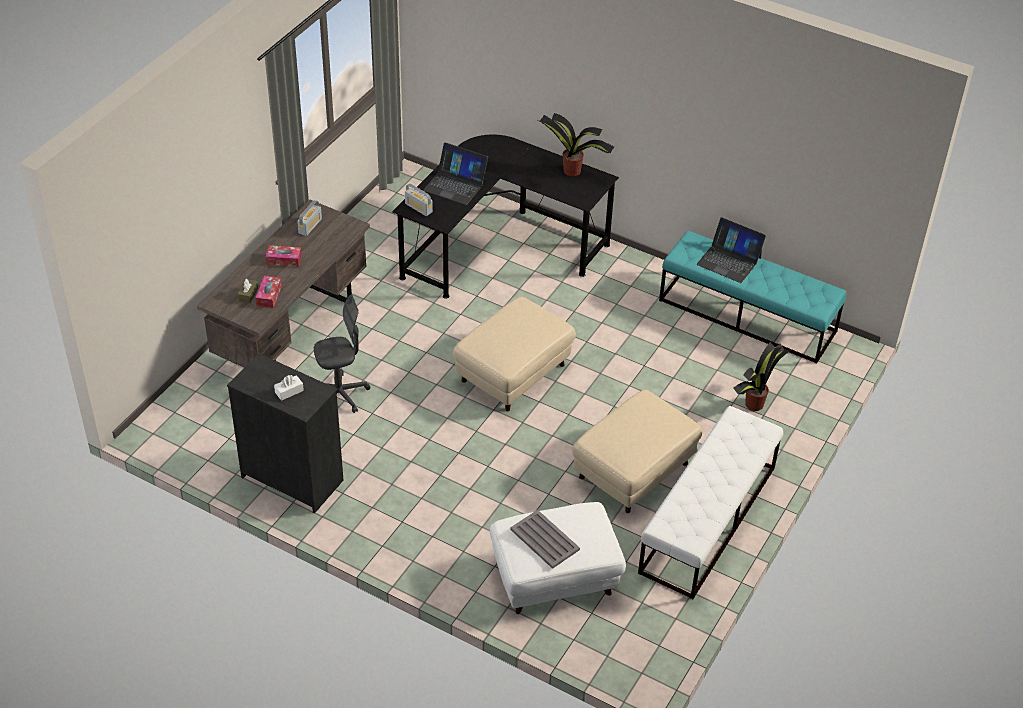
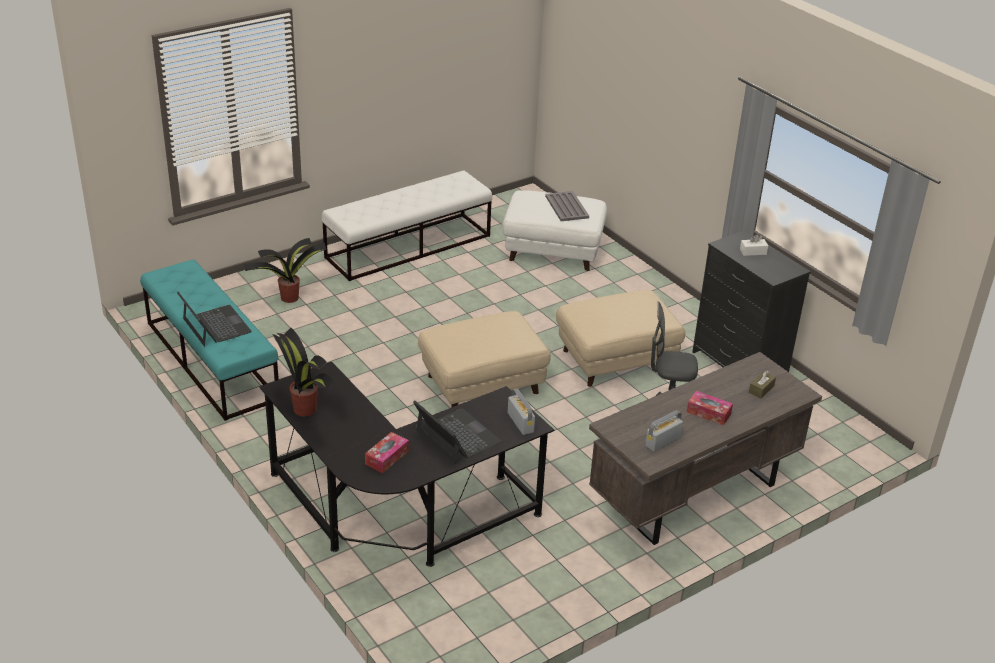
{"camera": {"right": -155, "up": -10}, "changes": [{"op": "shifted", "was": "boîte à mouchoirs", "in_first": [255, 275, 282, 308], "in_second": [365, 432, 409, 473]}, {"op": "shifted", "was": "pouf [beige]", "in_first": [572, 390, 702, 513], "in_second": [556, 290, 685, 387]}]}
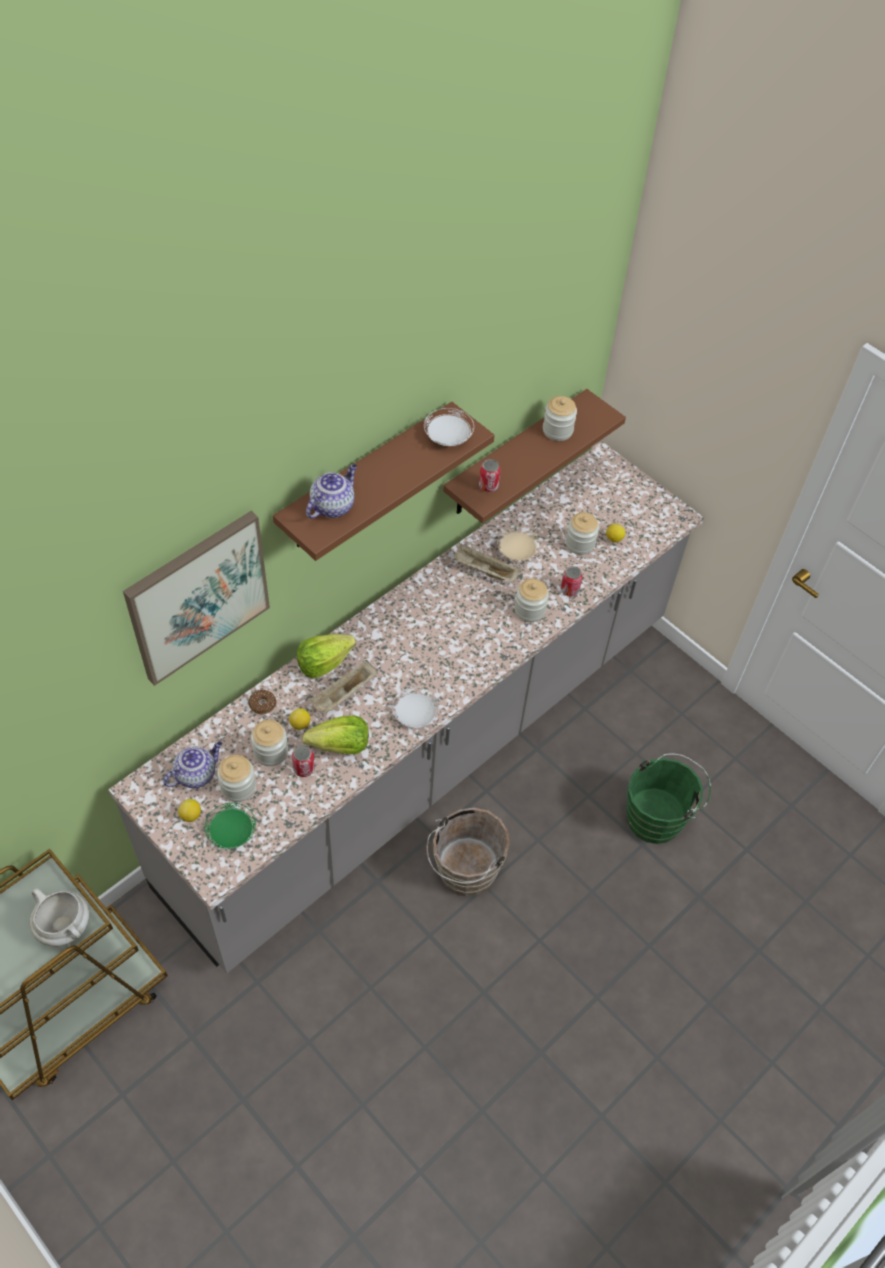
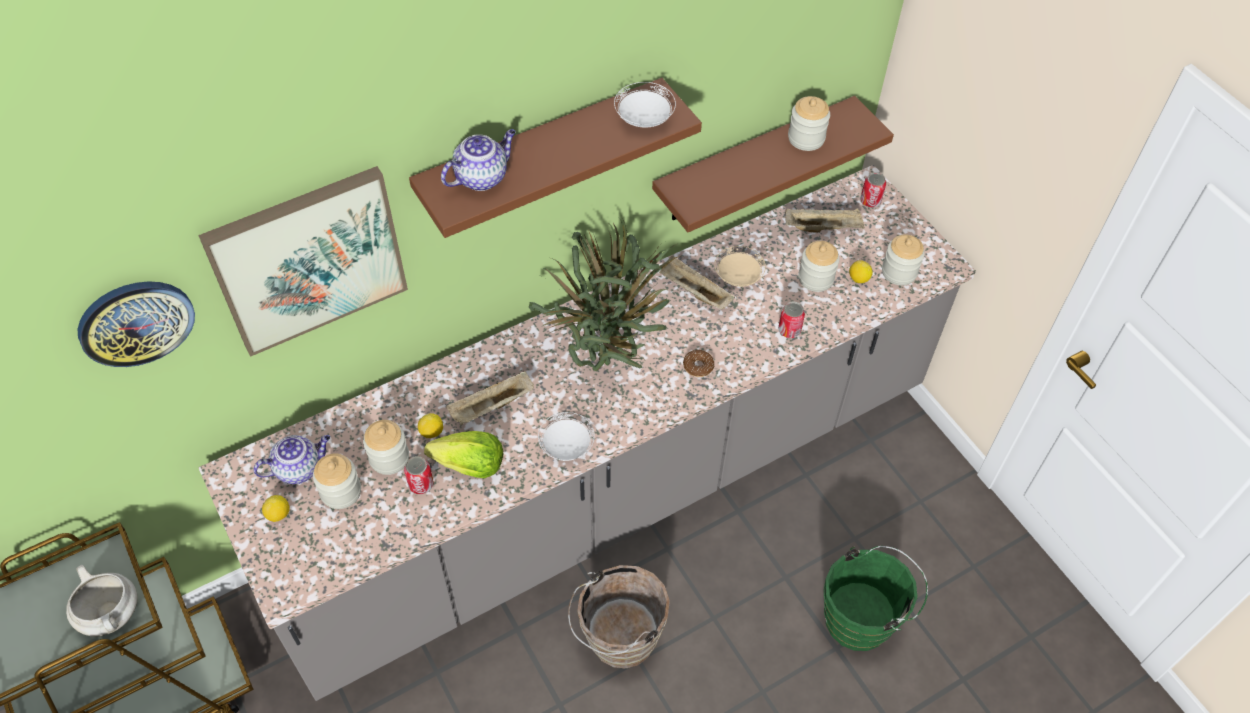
{"camera": {"right": 15, "up": 0}, "changes": [{"op": "gone", "was": "assiette [vert]", "in_first": [205, 803, 256, 849]}, {"op": "gone", "was": "laitue", "in_first": [297, 634, 356, 679]}, {"op": "new", "now": "horloge murale", "in_second": [78, 281, 195, 367]}, {"op": "new", "now": "plante en pot", "in_second": [529, 218, 681, 371]}, {"op": "new", "now": "plateau [beige]", "in_second": [785, 208, 865, 233]}, {"op": "shifted", "was": "beignet", "in_first": [248, 690, 276, 714], "in_second": [683, 350, 714, 377]}, {"op": "shifted", "was": "boîte métallique", "in_first": [479, 459, 501, 492], "in_second": [860, 172, 886, 208]}, {"op": "shifted", "was": "bocal", "in_first": [514, 578, 549, 622], "in_second": [882, 234, 925, 285]}]}
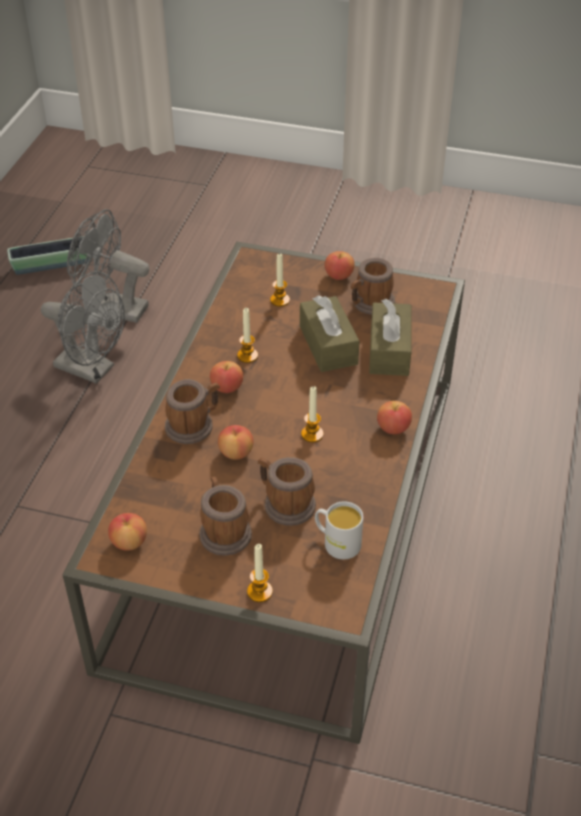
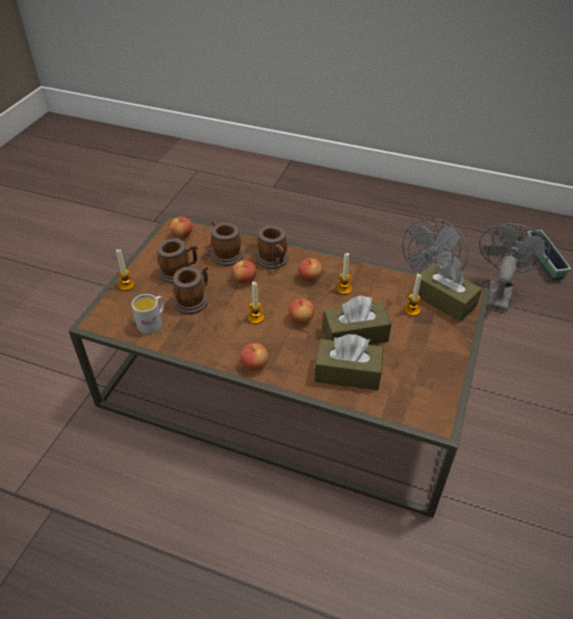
{"camera": {"right": 95, "up": 0}, "changes": [{"op": "new", "now": "boîte à mouchoirs [marron]", "in_second": [418, 262, 482, 322]}, {"op": "shifted", "was": "pomme", "in_first": [325, 251, 355, 280], "in_second": [288, 299, 315, 324]}, {"op": "shifted", "was": "mug", "in_first": [351, 258, 395, 315], "in_second": [211, 221, 243, 266]}]}
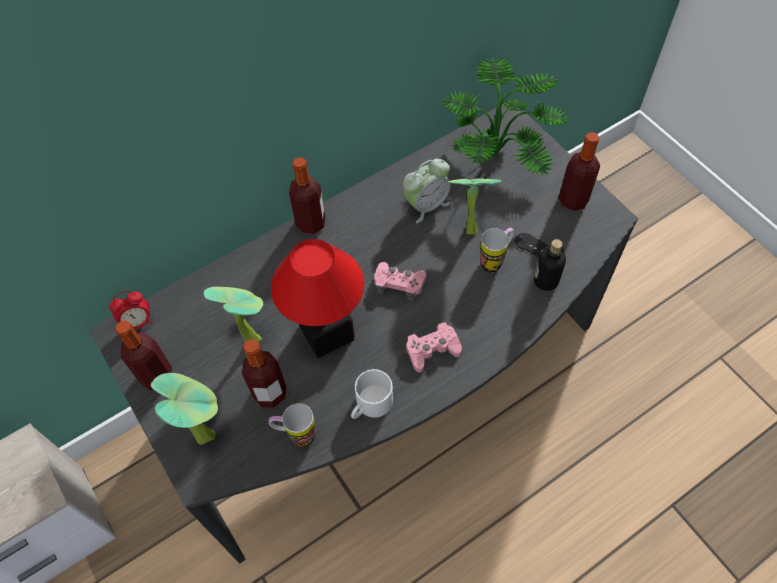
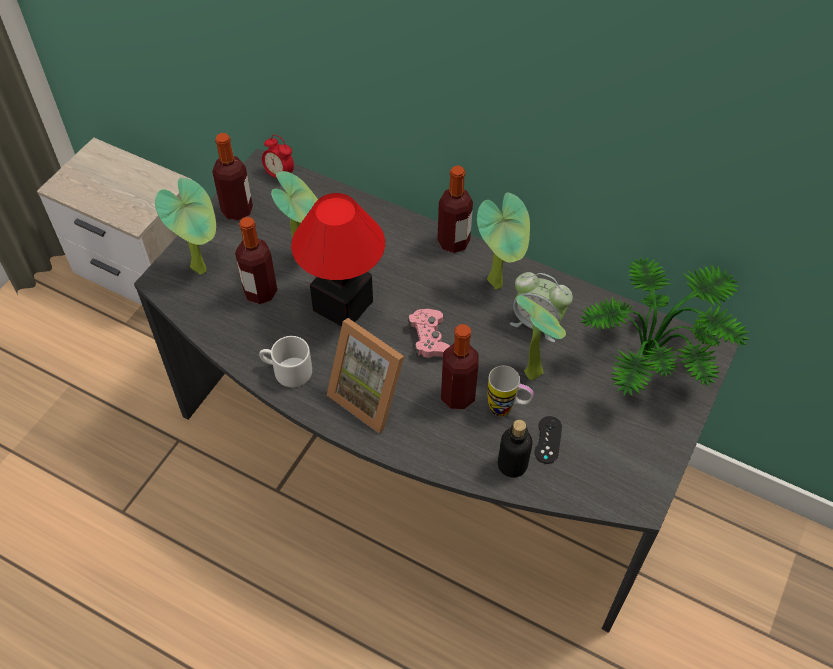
{"camera": {"right": 60, "up": -5}, "changes": [{"op": "gone", "was": "mug", "in_first": [269, 403, 316, 447]}, {"op": "new", "now": "plante en pot", "in_second": [477, 193, 530, 289]}, {"op": "shifted", "was": "bouteille", "in_first": [558, 132, 600, 211], "in_second": [441, 324, 479, 409]}, {"op": "swapped", "was": "manette [rose]", "now": "cadre photo", "in_first": [407, 322, 462, 373], "in_second": [327, 318, 404, 433]}]}
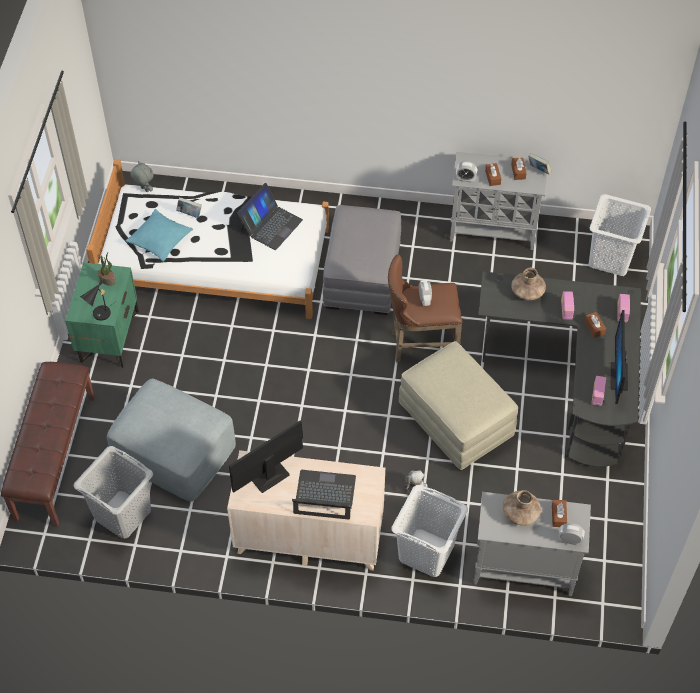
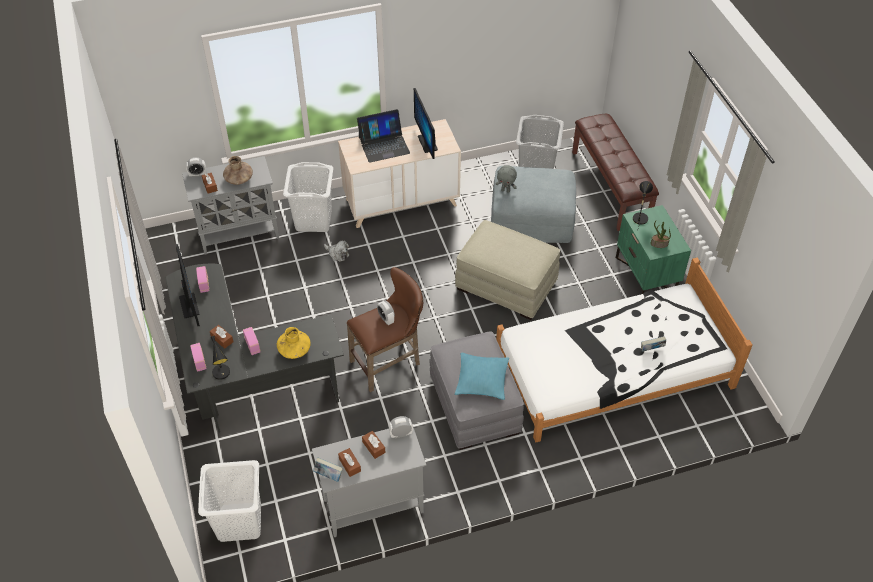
{"camera": {"right": 155, "up": -5}, "changes": [{"op": "gone", "was": "ordinateur portable", "in_first": [237, 183, 303, 250]}, {"op": "new", "now": "lampe de table [noir]", "in_second": [211, 336, 230, 380]}, {"op": "shifted", "was": "coussin [turquoise]", "in_first": [126, 209, 193, 262], "in_second": [455, 353, 509, 400]}, {"op": "shifted", "was": "peluche [gris]", "in_first": [130, 161, 154, 192], "in_second": [496, 165, 517, 193]}, {"op": "shifted", "was": "pouf [beige]", "in_first": [399, 341, 518, 471], "in_second": [455, 220, 560, 320]}, {"op": "repainted", "was": "vase [marron]", "now": "vase [jaune]", "in_first": [511, 268, 546, 300], "in_second": [277, 327, 311, 359]}, {"op": "rotated", "was": "écran d'ordinateur", "in_first": [229, 421, 303, 493], "in_second": [414, 88, 438, 159], "clockwise": 135}]}
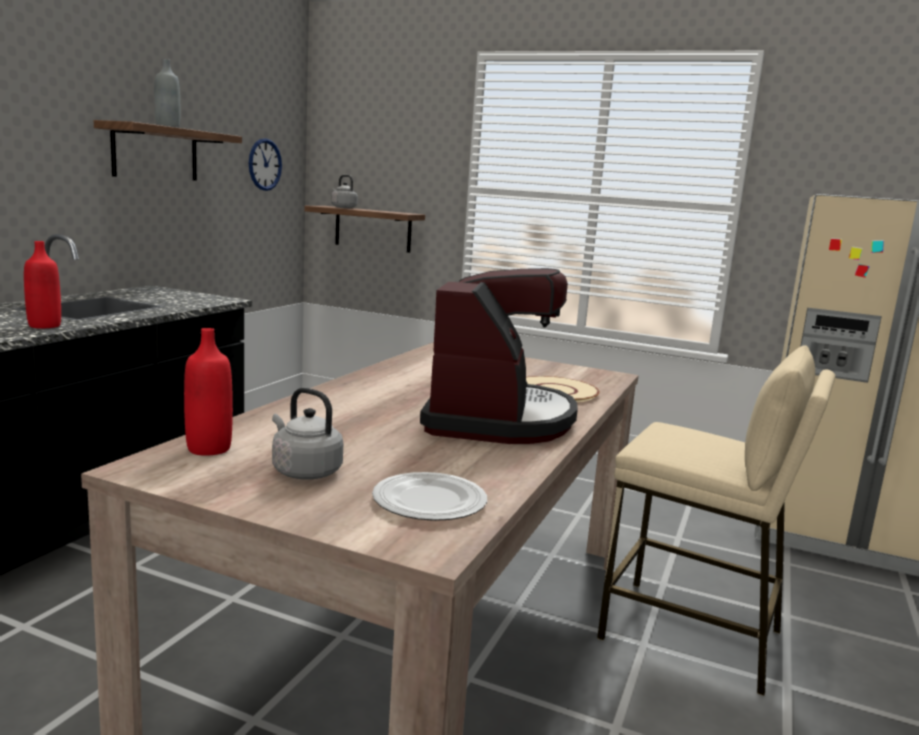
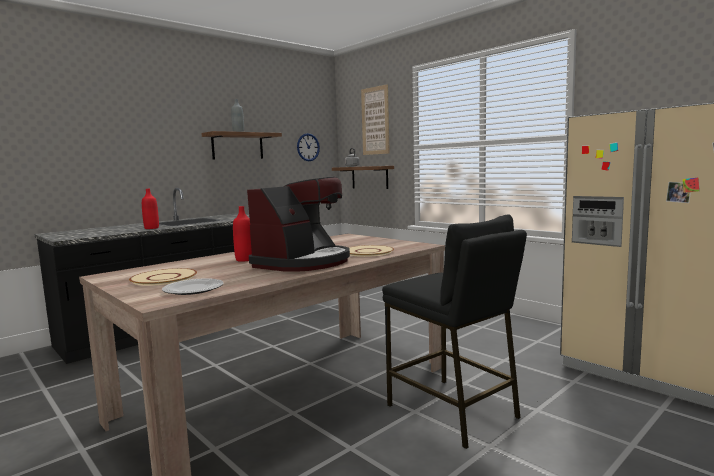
{"camera": {"right": 25, "up": -5}, "changes": [{"op": "new", "now": "tableau", "in_second": [361, 84, 390, 155]}, {"op": "shifted", "was": "bouteille [rouge]", "in_first": [184, 328, 233, 456], "in_second": [233, 206, 252, 261]}, {"op": "swapped", "was": "bouilloire [gris]", "now": "assiette [beige]", "in_first": [272, 388, 343, 479], "in_second": [129, 268, 197, 286]}, {"op": "repainted", "was": "tabouret [beige]", "now": "tabouret [noir]", "in_first": [597, 345, 835, 696], "in_second": [382, 214, 527, 449]}]}
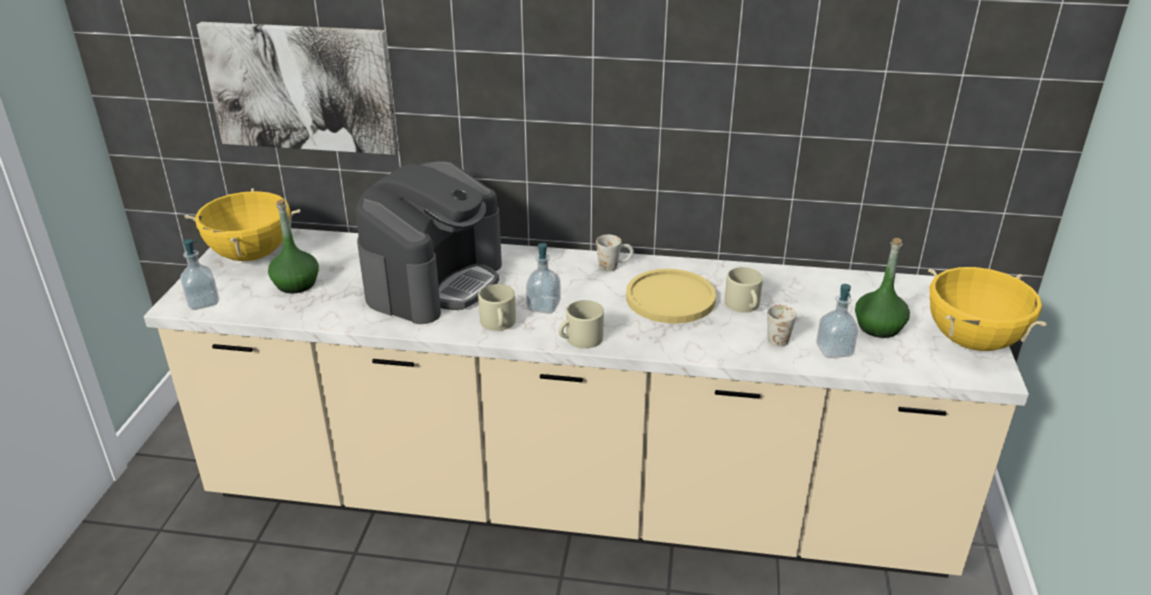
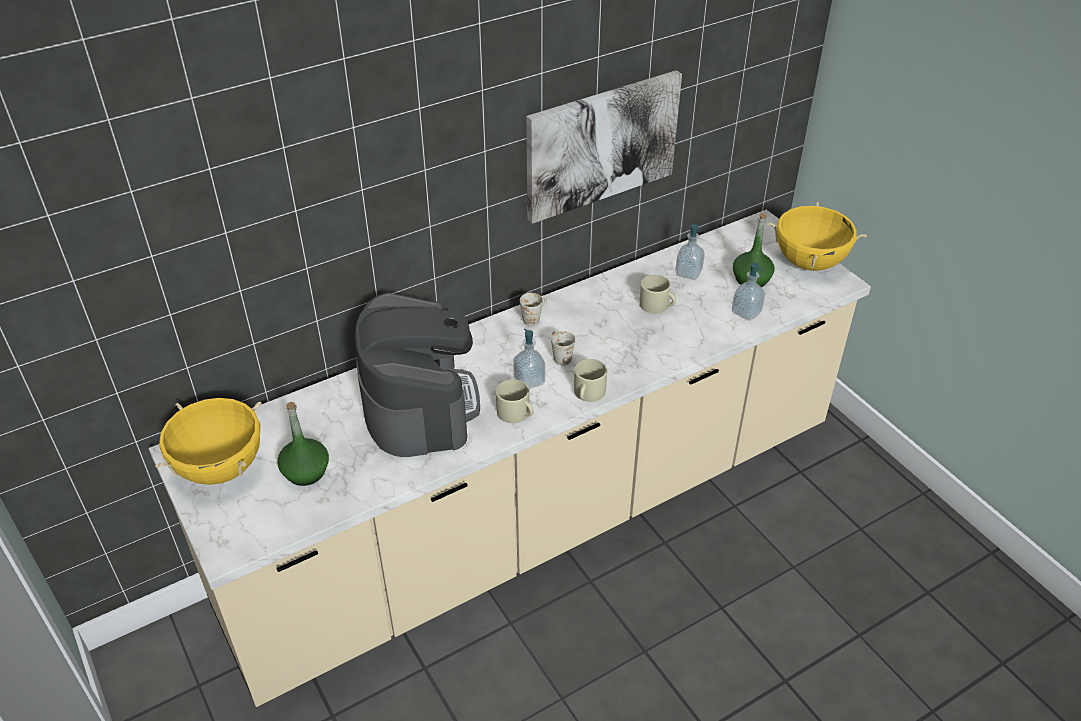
{"camera": {"right": -40, "up": 10}, "changes": [{"op": "gone", "was": "assiette [jaune]", "in_first": [626, 269, 716, 323]}, {"op": "shifted", "was": "distributeur de savon", "in_first": [180, 239, 219, 310], "in_second": [675, 223, 705, 280]}, {"op": "shifted", "was": "tableau", "in_first": [197, 22, 399, 155], "in_second": [526, 70, 682, 224]}, {"op": "shifted", "was": "mug [blanc]", "in_first": [767, 305, 797, 347], "in_second": [551, 331, 575, 366]}]}
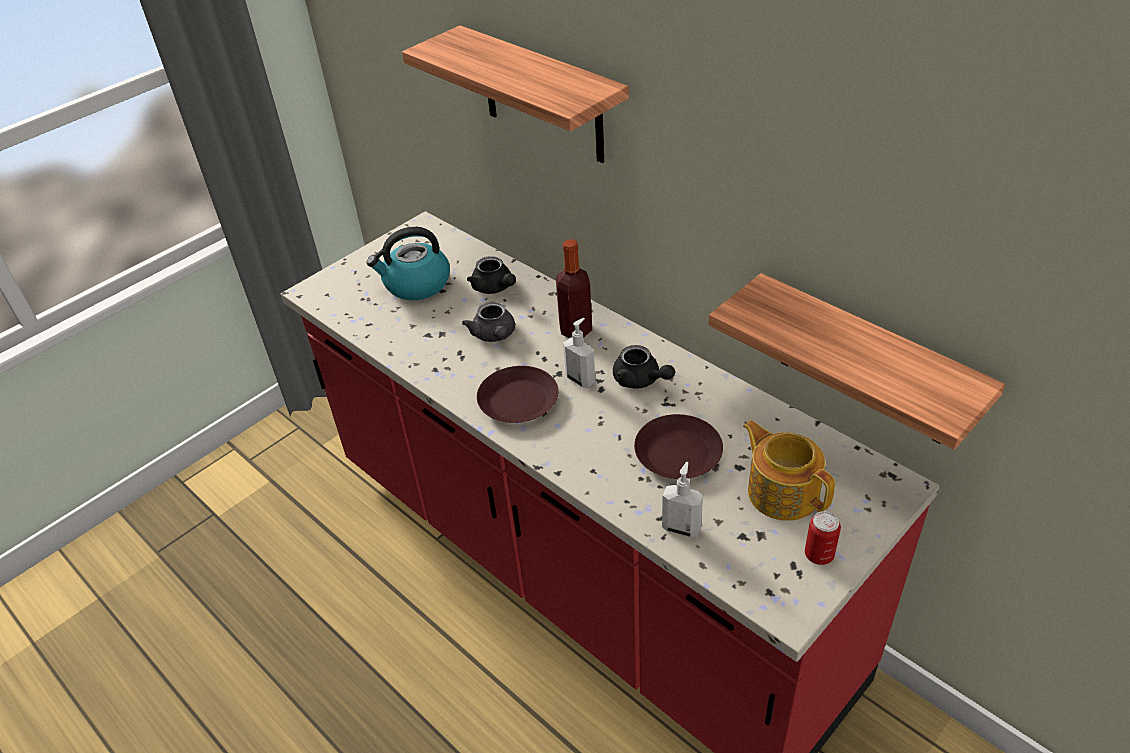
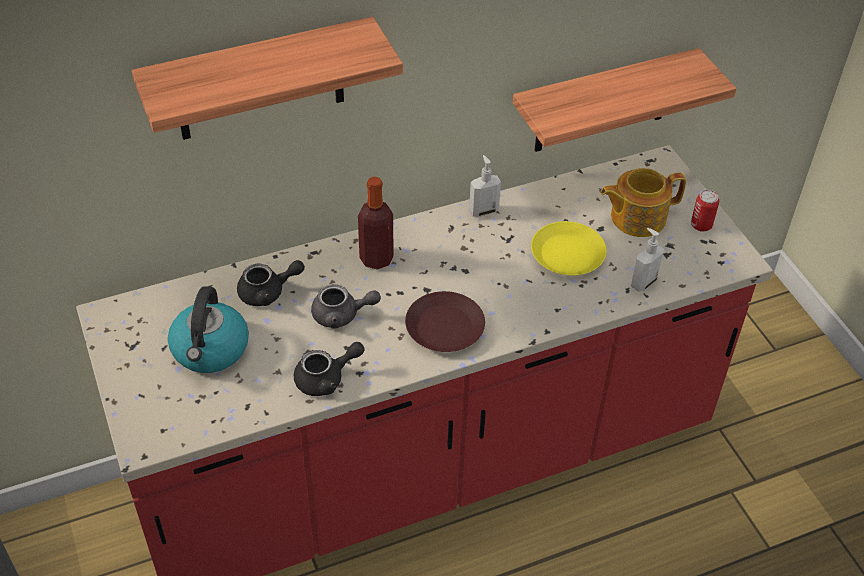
{"camera": {"right": -70, "up": 5}, "changes": [{"op": "shifted", "was": "distributeur de savon", "in_first": [563, 318, 595, 388], "in_second": [469, 155, 501, 217]}, {"op": "shifted", "was": "théière [noir]", "in_first": [613, 345, 675, 389], "in_second": [294, 342, 365, 396]}, {"op": "repainted", "was": "assiette [marron]", "now": "assiette [jaune]", "in_first": [634, 414, 723, 479], "in_second": [531, 221, 607, 275]}]}
